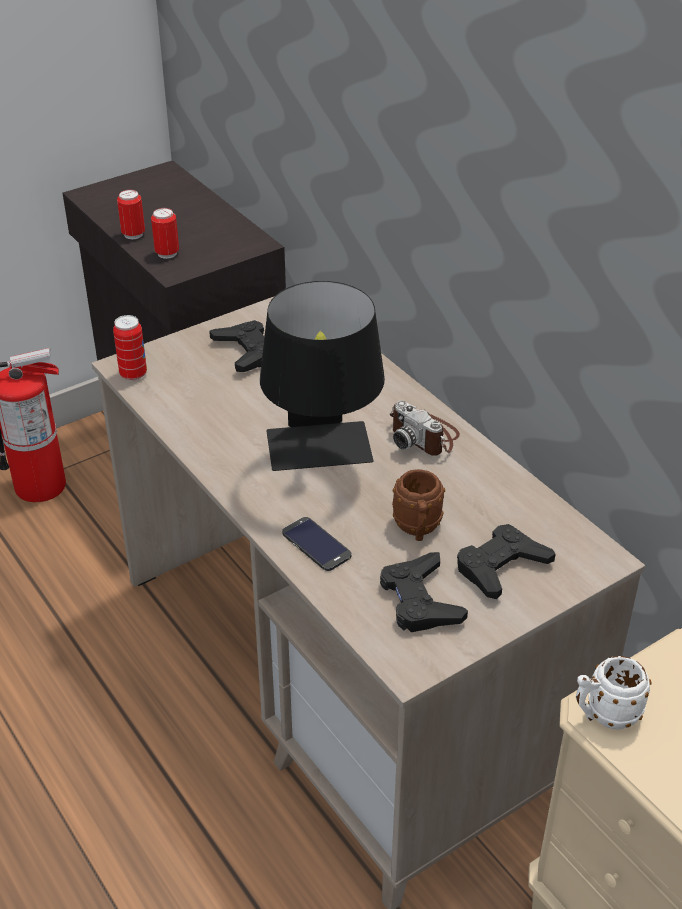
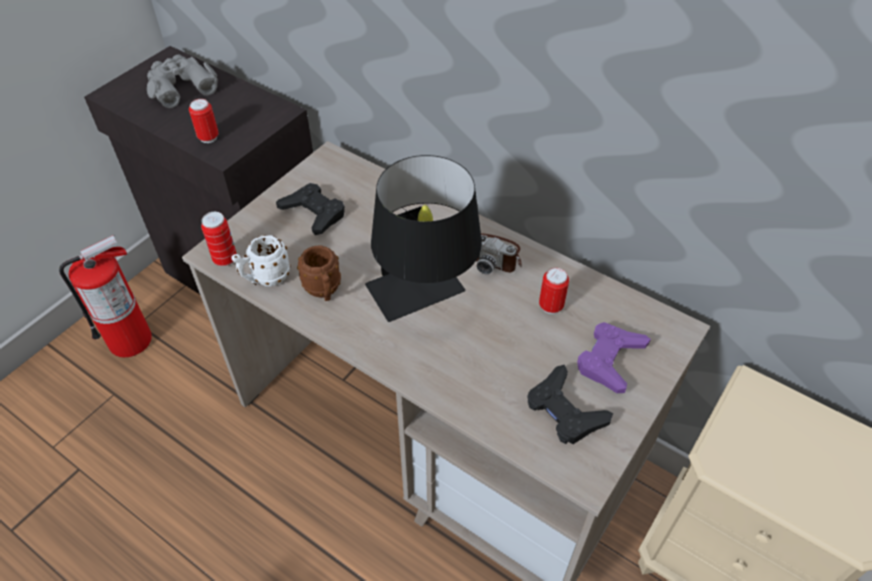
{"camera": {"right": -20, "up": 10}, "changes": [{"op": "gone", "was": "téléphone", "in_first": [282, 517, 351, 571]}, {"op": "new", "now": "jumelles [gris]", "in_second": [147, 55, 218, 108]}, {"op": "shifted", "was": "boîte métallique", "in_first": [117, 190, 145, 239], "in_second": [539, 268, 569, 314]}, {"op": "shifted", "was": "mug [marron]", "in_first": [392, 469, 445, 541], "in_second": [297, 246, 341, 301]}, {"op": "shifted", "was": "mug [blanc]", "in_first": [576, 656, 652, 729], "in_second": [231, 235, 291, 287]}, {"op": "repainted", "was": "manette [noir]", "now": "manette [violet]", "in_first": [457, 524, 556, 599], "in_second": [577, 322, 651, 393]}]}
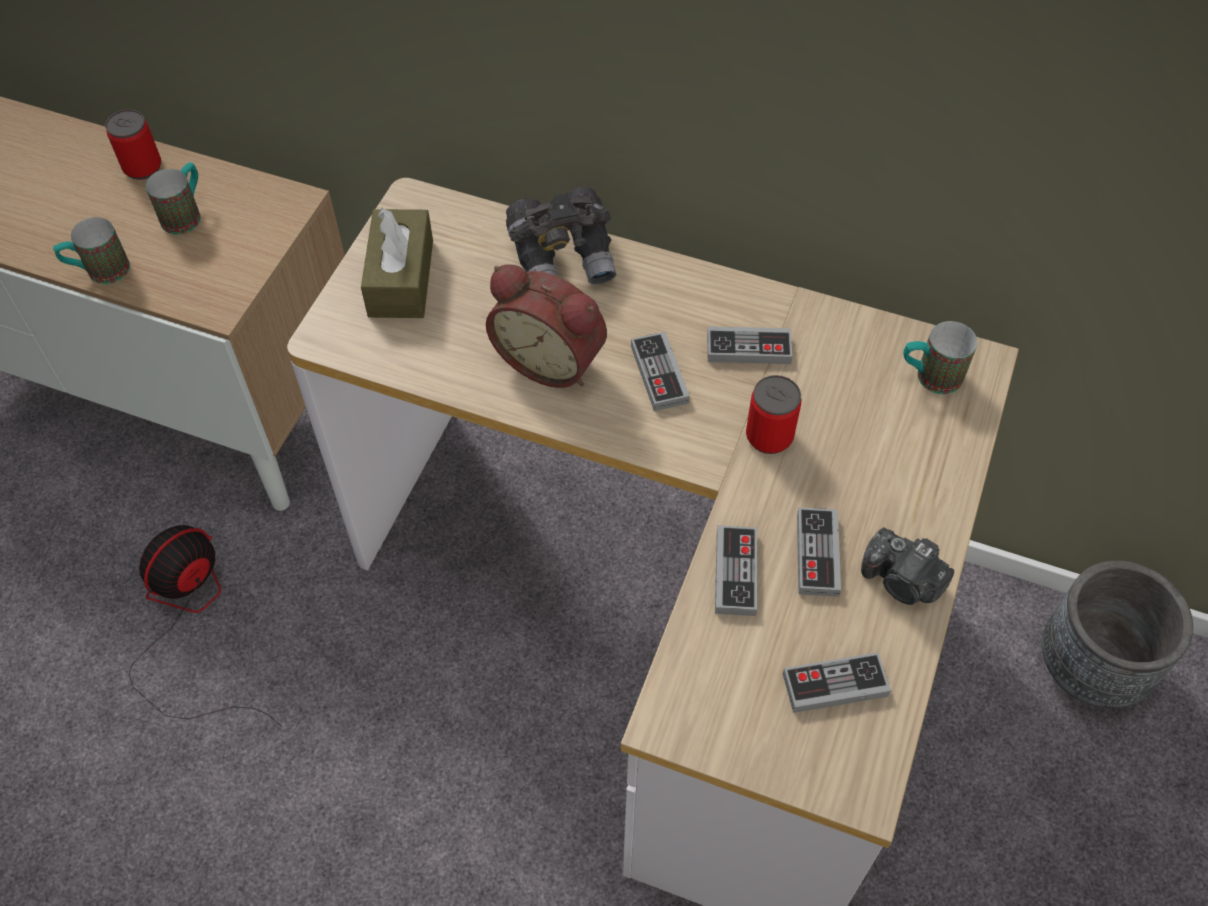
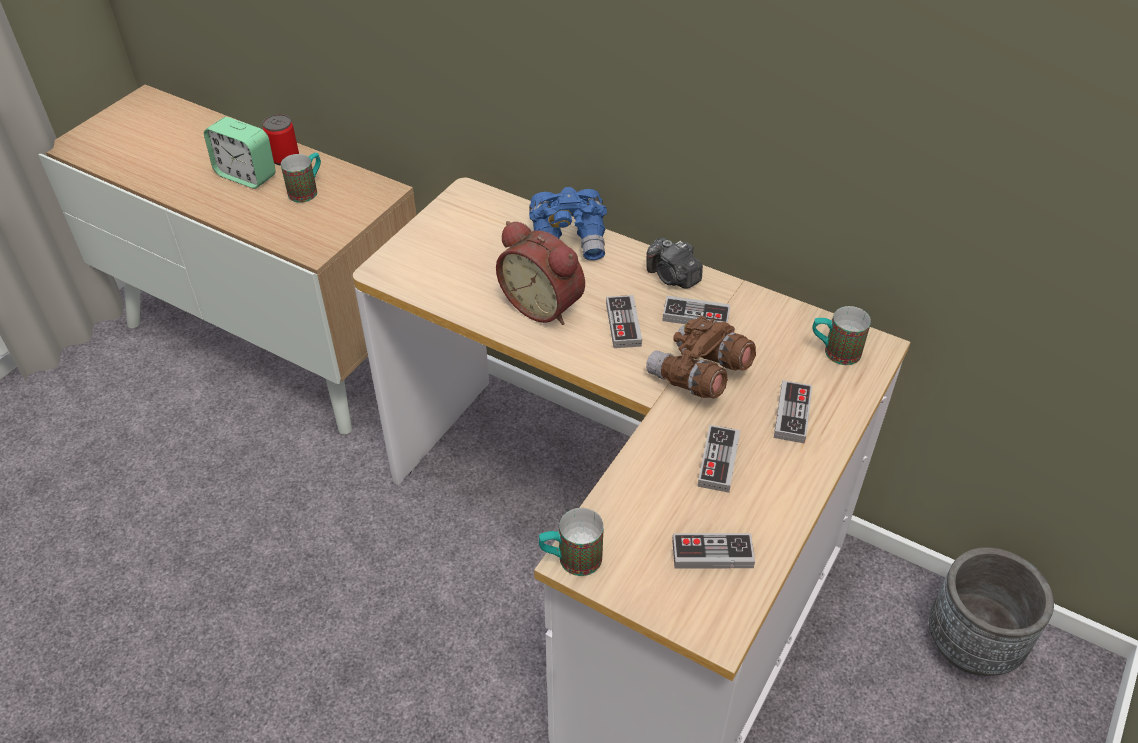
{"camera": {"right": 10, "up": -10}, "changes": [{"op": "gone", "was": "ventilateur", "in_first": [129, 525, 282, 727]}, {"op": "gone", "was": "boîte à mouchoirs [marron]", "in_first": [361, 208, 433, 318]}, {"op": "new", "now": "réveil", "in_second": [204, 117, 276, 189]}, {"op": "shifted", "was": "mug", "in_first": [53, 217, 130, 284], "in_second": [539, 508, 604, 576]}, {"op": "shifted", "was": "manette", "in_first": [715, 525, 757, 616], "in_second": [774, 380, 812, 444]}, {"op": "shifted", "was": "appareil photo", "in_first": [861, 528, 954, 605], "in_second": [646, 238, 703, 289]}, {"op": "swapped", "was": "boîte métallique", "now": "jumelles [marron]", "in_first": [746, 375, 801, 454], "in_second": [646, 315, 756, 398]}, {"op": "repainted", "was": "jumelles [gris]", "now": "jumelles [bleu]", "in_first": [506, 187, 616, 285], "in_second": [529, 187, 607, 261]}]}
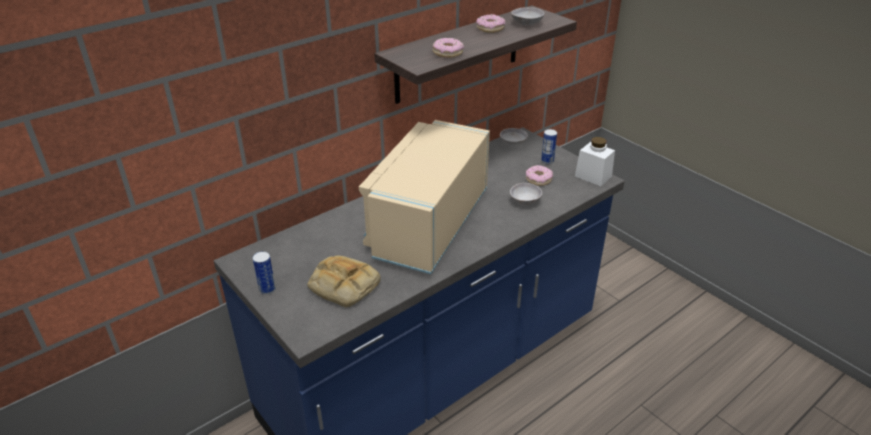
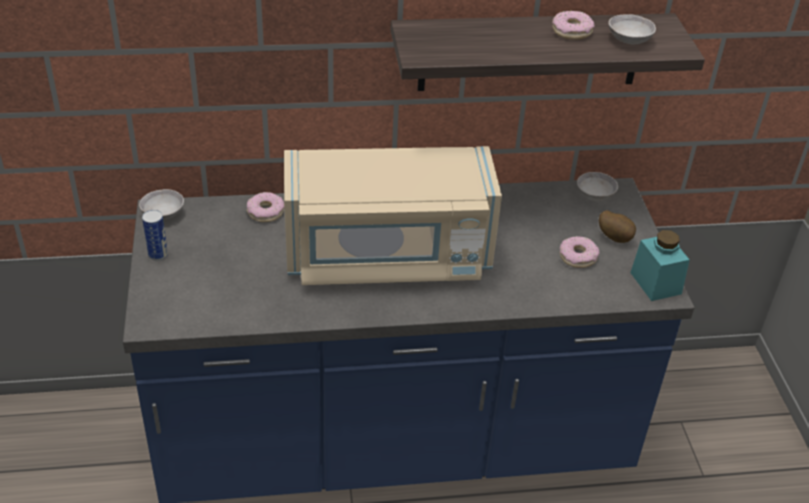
{"camera": {"right": 30, "up": 5}, "changes": [{"op": "gone", "was": "pain", "in_first": [307, 256, 381, 307]}, {"op": "shifted", "was": "beignet", "in_first": [432, 38, 464, 58], "in_second": [247, 192, 284, 222]}, {"op": "shifted", "was": "bol [gris]", "in_first": [510, 183, 542, 205], "in_second": [139, 189, 184, 220]}, {"op": "swapped", "was": "boîte métallique", "now": "pomme de terre", "in_first": [541, 129, 557, 164], "in_second": [599, 210, 636, 243]}, {"op": "repainted", "was": "bocal [blanc]", "now": "bocal [turquoise]", "in_first": [575, 137, 615, 186], "in_second": [630, 230, 690, 301]}, {"op": "rotated", "was": "micro-ondes [beige]", "in_first": [359, 120, 490, 274], "in_second": [284, 146, 502, 285], "clockwise": -150}]}
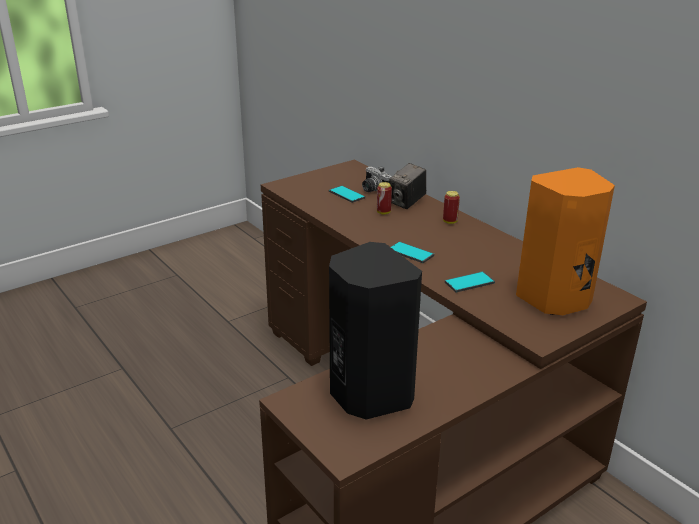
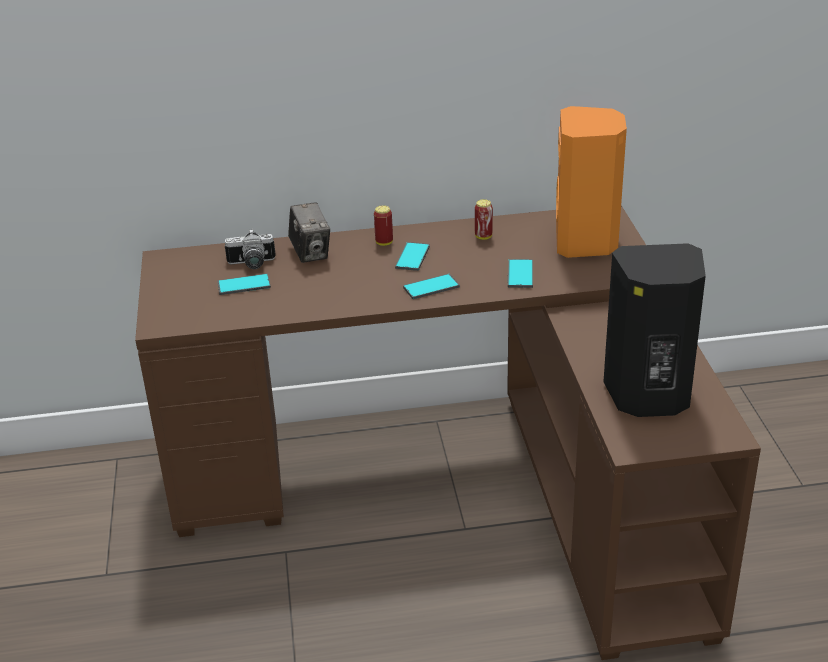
{"camera": {"right": -60, "up": 5}, "changes": [{"op": "new", "now": "téléphone", "in_second": [395, 242, 430, 271]}, {"op": "shifted", "was": "boîte métallique", "in_first": [377, 182, 392, 215], "in_second": [475, 199, 493, 240]}]}
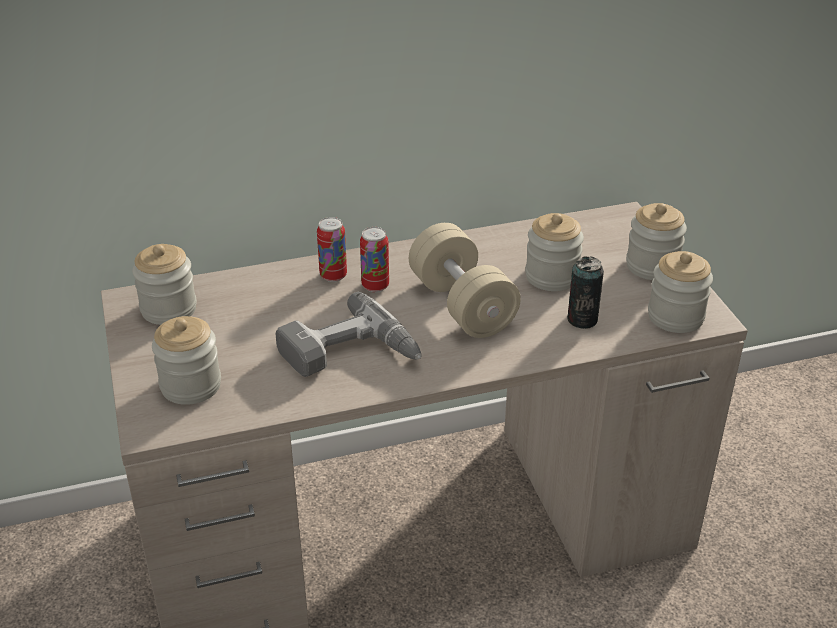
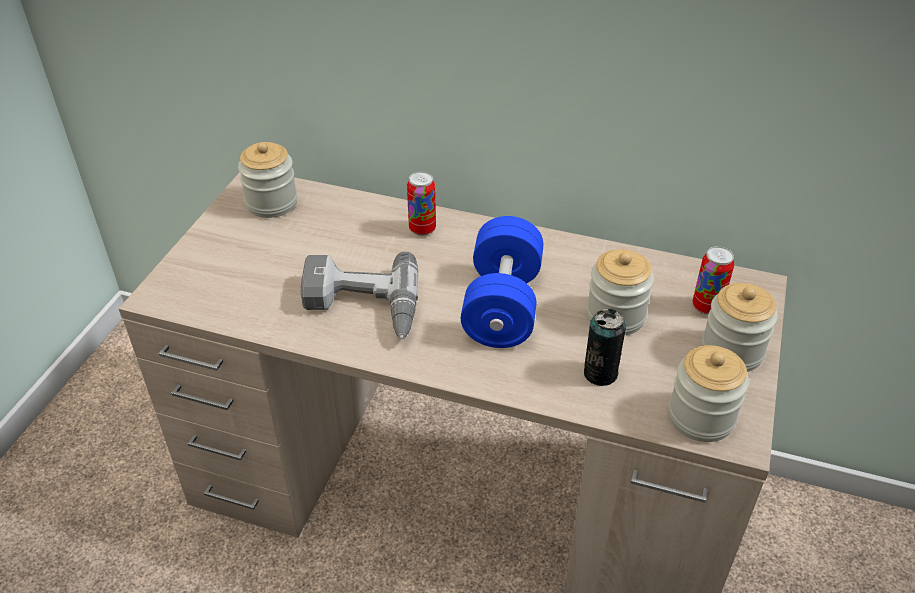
{"camera": {"right": 35, "up": 5}, "changes": [{"op": "gone", "was": "bocal", "in_first": [152, 316, 221, 405]}, {"op": "shifted", "was": "boîte métallique", "in_first": [360, 227, 389, 292], "in_second": [692, 246, 734, 315]}, {"op": "repainted", "was": "haltère [beige]", "now": "haltère [bleu]", "in_first": [409, 223, 521, 338], "in_second": [461, 216, 543, 348]}]}
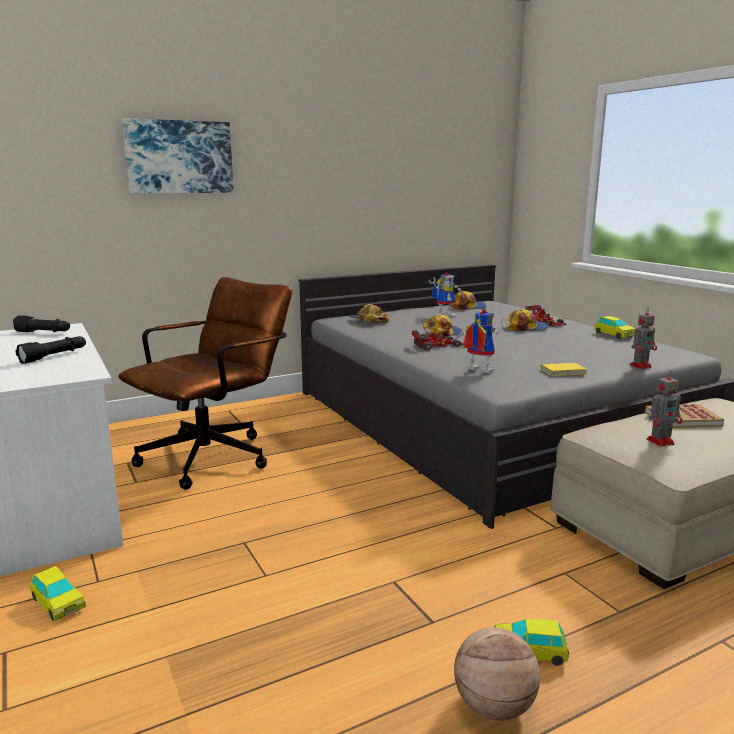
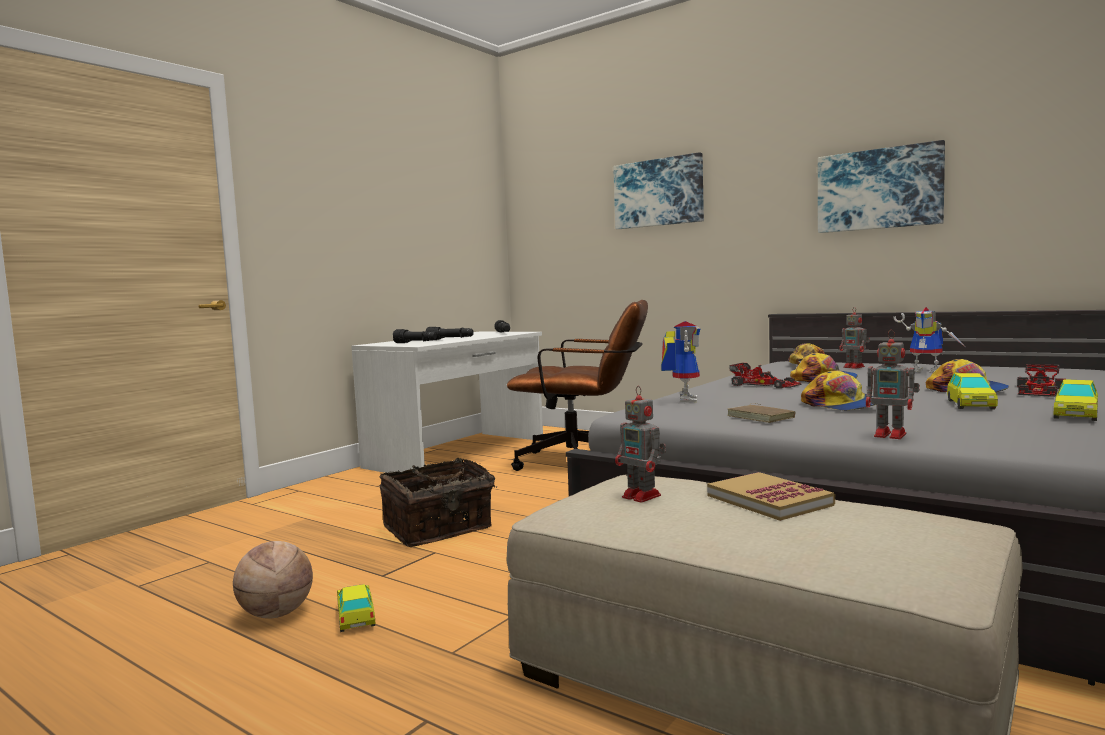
{"camera": {"right": 65, "up": -10}, "changes": [{"op": "new", "now": "panier", "in_second": [380, 458, 497, 547]}, {"op": "new", "now": "lampe de poche [noir]", "in_second": [393, 329, 437, 343]}, {"op": "new", "now": "tableau", "in_second": [818, 140, 945, 233]}, {"op": "new", "now": "robot jouet", "in_second": [839, 307, 870, 369]}, {"op": "shifted", "was": "petite voiture", "in_first": [30, 566, 86, 621], "in_second": [947, 373, 998, 410]}, {"op": "shifted", "was": "casquette", "in_first": [450, 291, 486, 310], "in_second": [801, 370, 877, 411]}, {"op": "repainted", "was": "livre [jaune]", "now": "livre [marron]", "in_first": [539, 363, 587, 376], "in_second": [727, 403, 795, 423]}]}
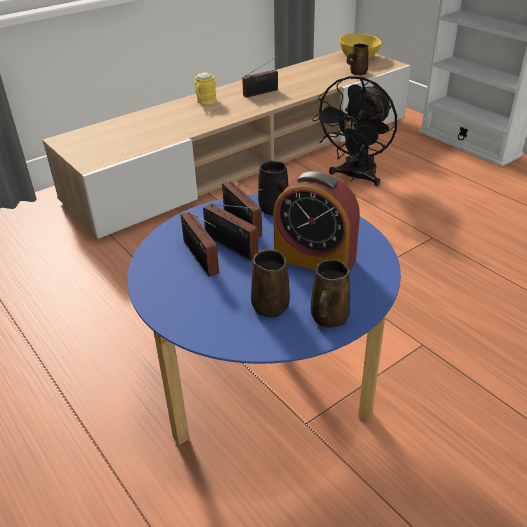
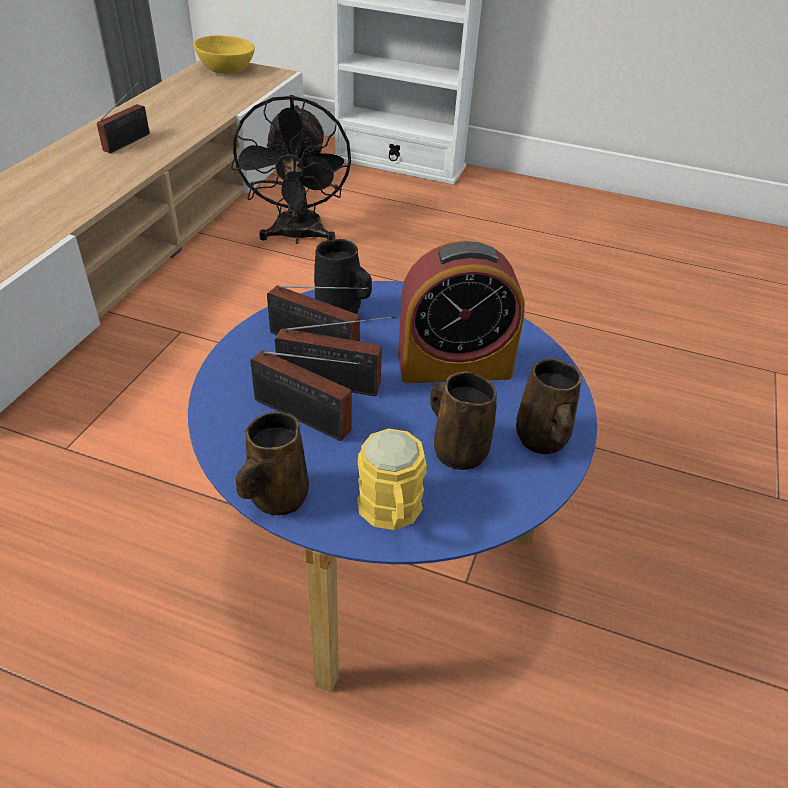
{"camera": {"right": -35, "up": 5}, "changes": [{"op": "shifted", "was": "mug [jaune]", "in_first": [195, 72, 217, 104], "in_second": [357, 429, 427, 530]}, {"op": "shifted", "was": "mug [marron]", "in_first": [347, 44, 368, 75], "in_second": [236, 412, 309, 515]}]}
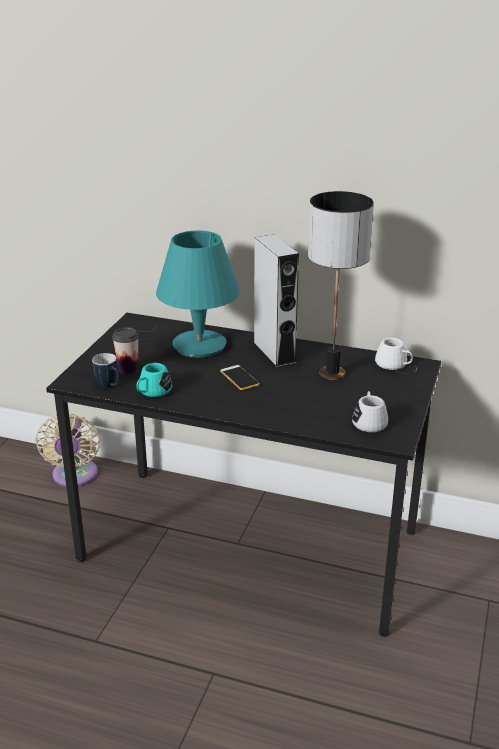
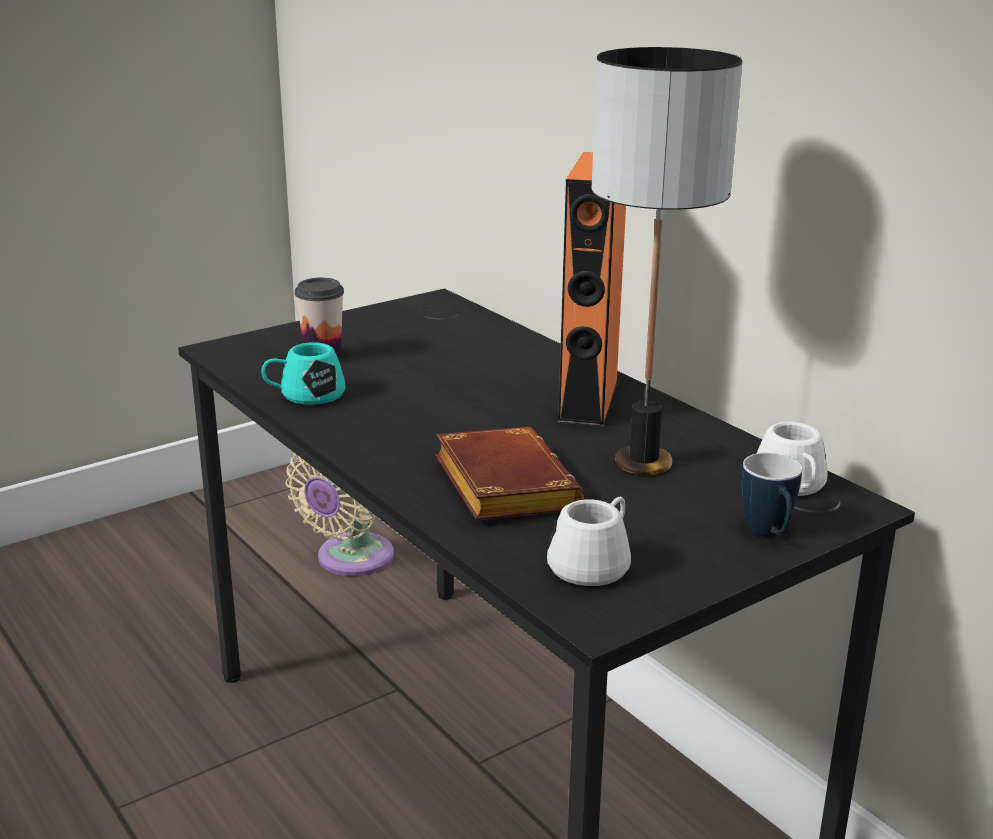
{"camera": {"right": 35, "up": -5}, "changes": [{"op": "gone", "was": "lampe de table [turquoise]", "in_first": [156, 231, 240, 358]}, {"op": "gone", "was": "téléphone", "in_first": [220, 365, 260, 390]}, {"op": "new", "now": "livre [marron]", "in_second": [436, 427, 584, 520]}, {"op": "shifted", "was": "mug", "in_first": [92, 353, 119, 388], "in_second": [742, 453, 802, 537]}, {"op": "repainted", "was": "enceinte [gris]", "now": "enceinte [orange]", "in_first": [254, 234, 299, 367], "in_second": [557, 152, 626, 427]}]}
